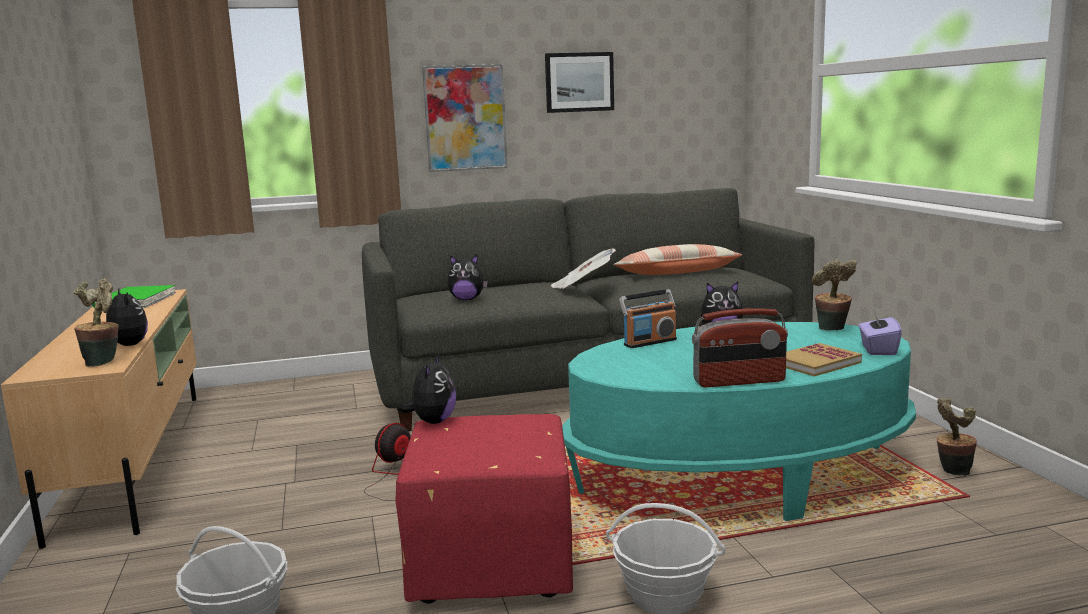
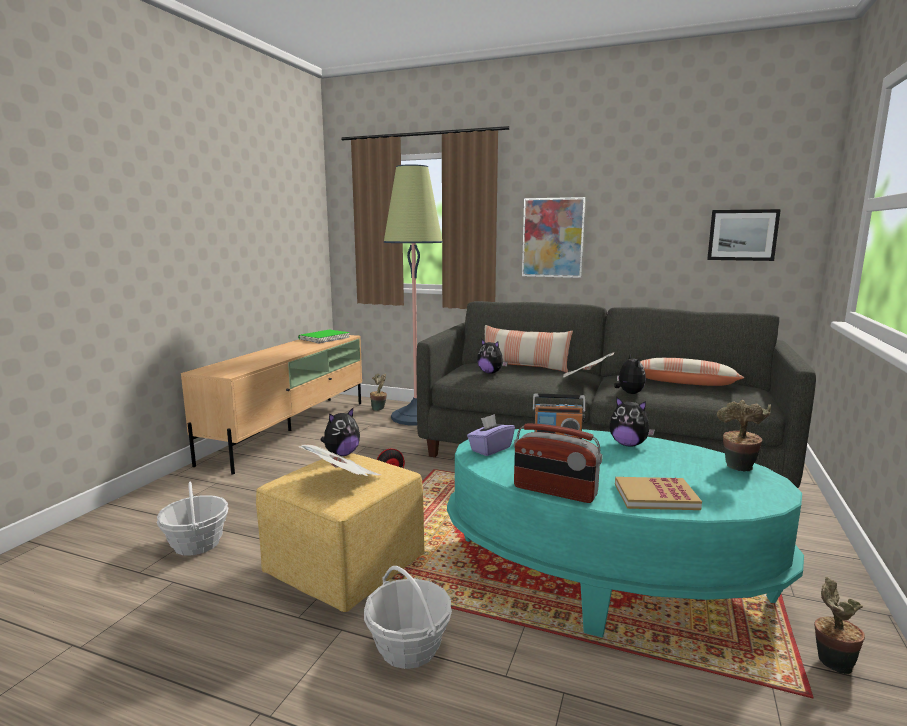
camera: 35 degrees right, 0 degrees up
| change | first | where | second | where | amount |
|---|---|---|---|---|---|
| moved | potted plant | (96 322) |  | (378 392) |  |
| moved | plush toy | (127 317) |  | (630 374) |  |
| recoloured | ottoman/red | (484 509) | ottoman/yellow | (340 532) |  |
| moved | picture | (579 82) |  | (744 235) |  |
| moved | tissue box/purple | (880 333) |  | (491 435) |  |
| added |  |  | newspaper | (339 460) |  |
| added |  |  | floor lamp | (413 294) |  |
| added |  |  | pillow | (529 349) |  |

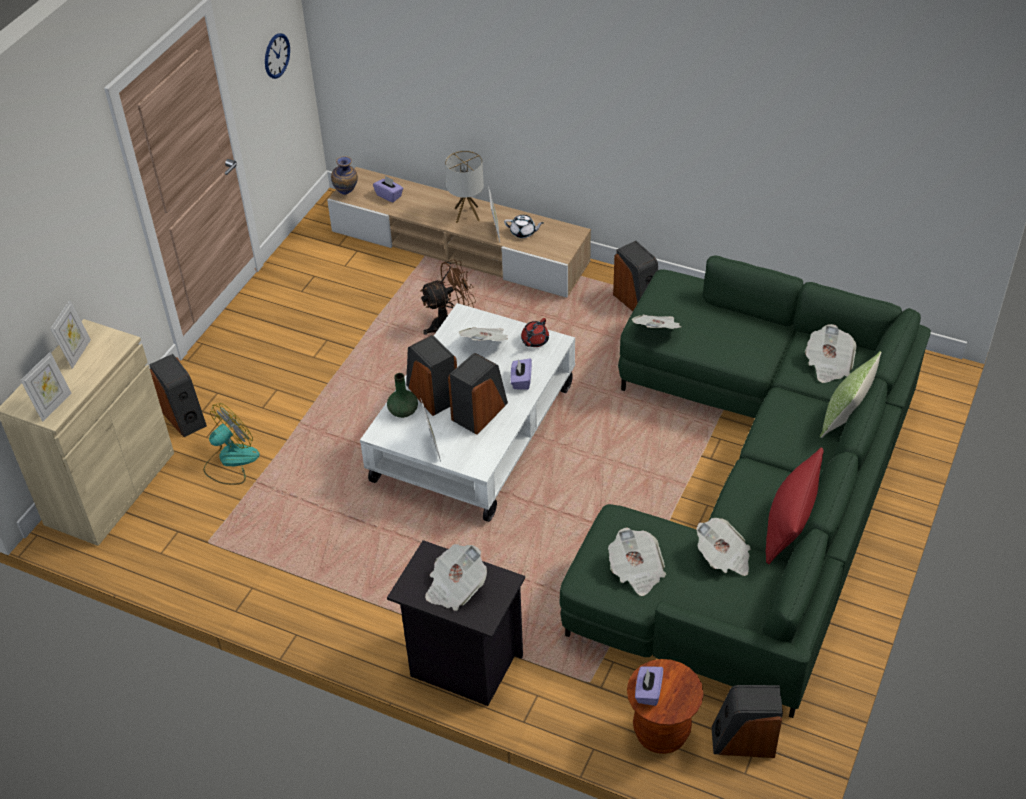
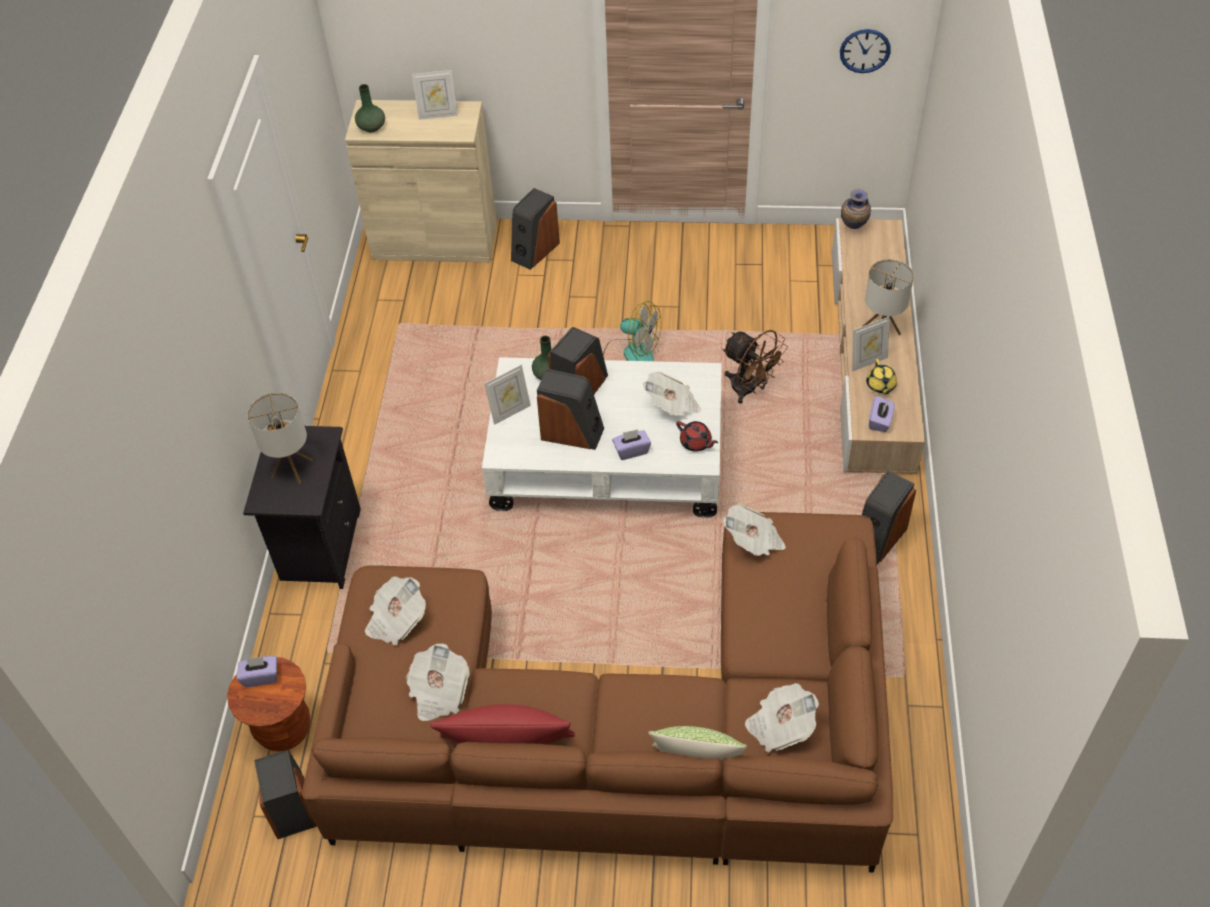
camera: 70 degrees right, 5 degrees up
| change | first | where | second | where | amount |
|---|---|---|---|---|---|
| replaced | picture frame | (45 387) | vase/green | (370 108) |  |
| moved | fan | (231 444) |  | (632 331) |  |
| moved | tissue box/purple | (388 188) |  | (882 414) |  |
| replaced | newspaper | (456 577) | table lamp | (280 438) |  |
| recoloured | teapot/white | (524 226) | teapot/yellow | (881 376) |  |
| turned | teapot/red | (535 332) |  | (697 436) | 150 degrees counterclockwise |
| recoloured | sofa/green | (745 486) | sofa/brown | (597 692) |  |

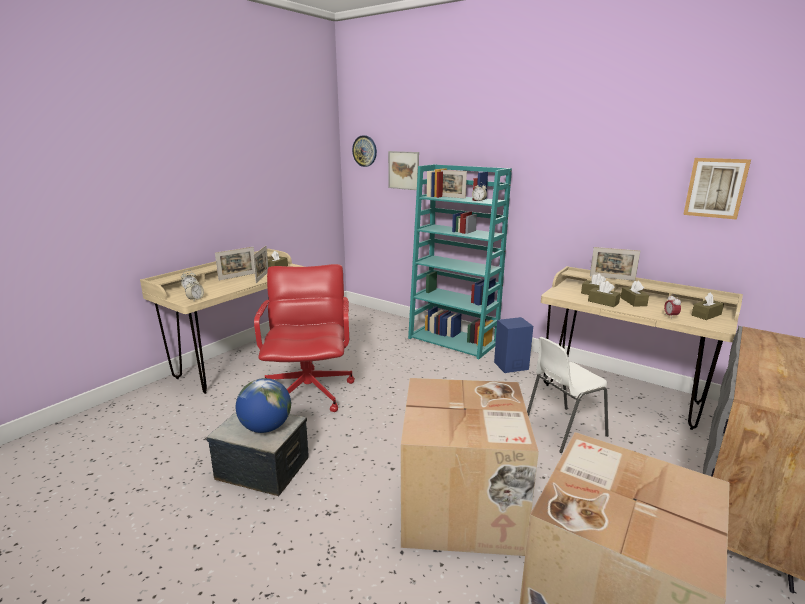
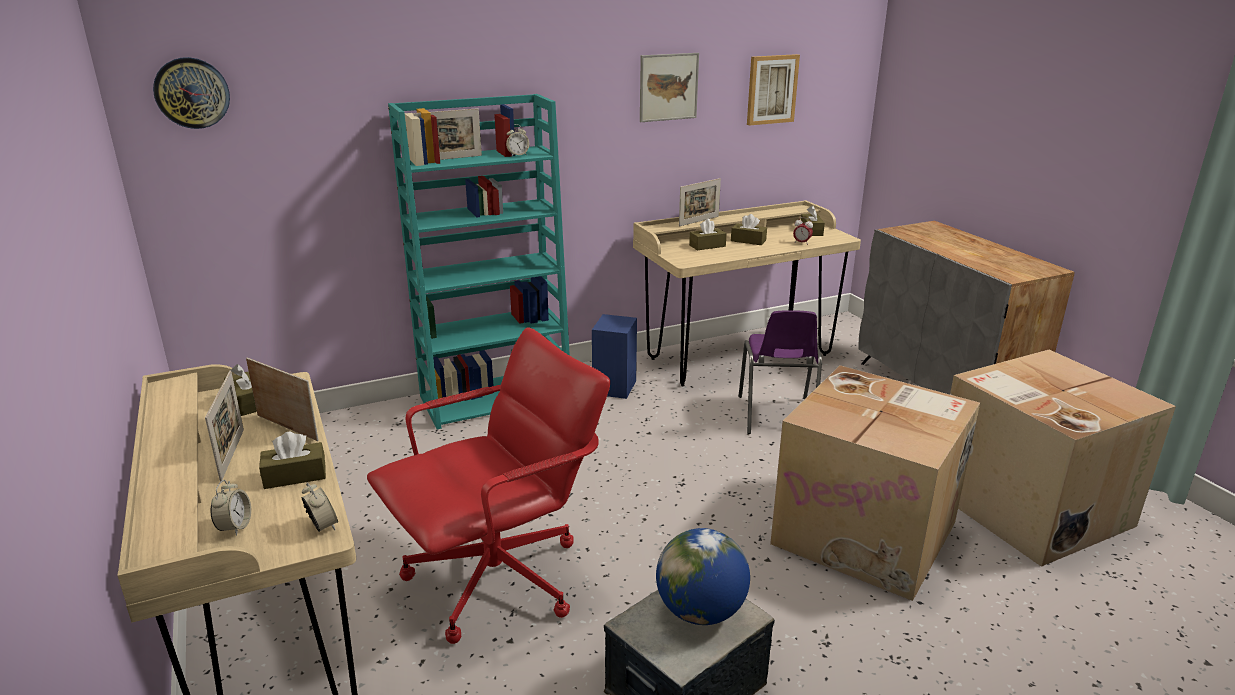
camera: 60 degrees left, 5 degrees up
| change | first | where | second | where | amount |
|---|---|---|---|---|---|
| turned | office chair/red | (304 338) |  | (488 485) | 120 degrees clockwise |
| moved | picture | (403 170) |  | (669 87) |  |
| recoloured | chair/white | (568 395) | chair/purple | (780 372) |  |
| moved | tissue box/brown | (604 294) |  | (292 460) |  |

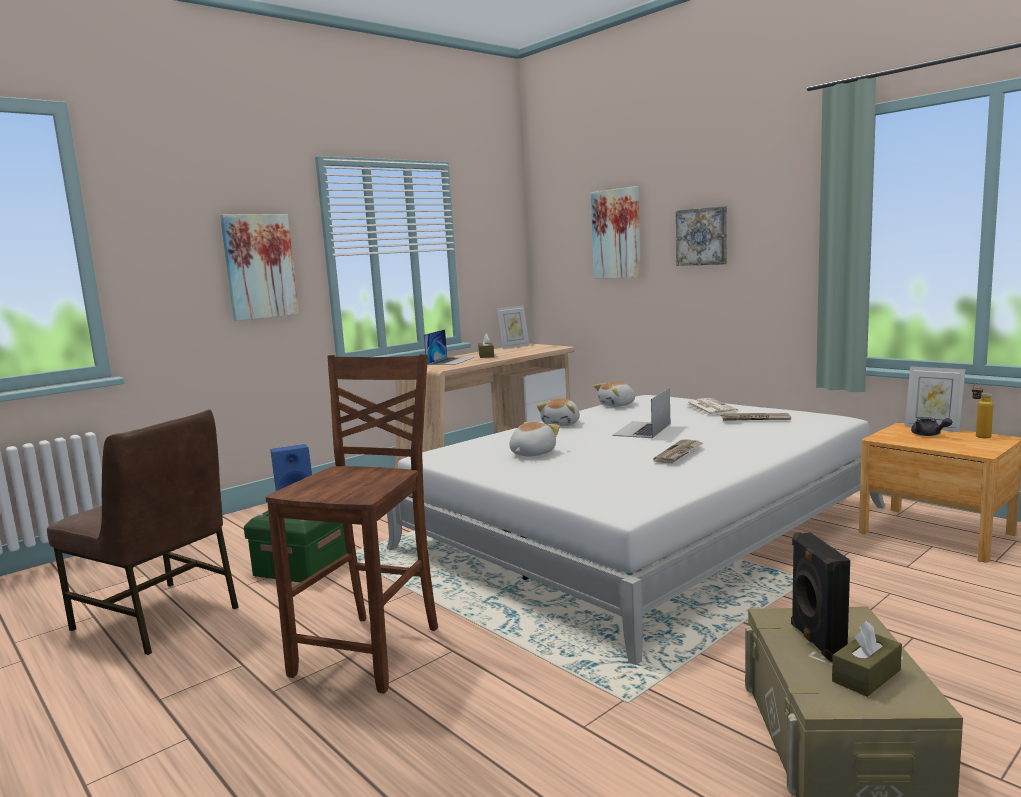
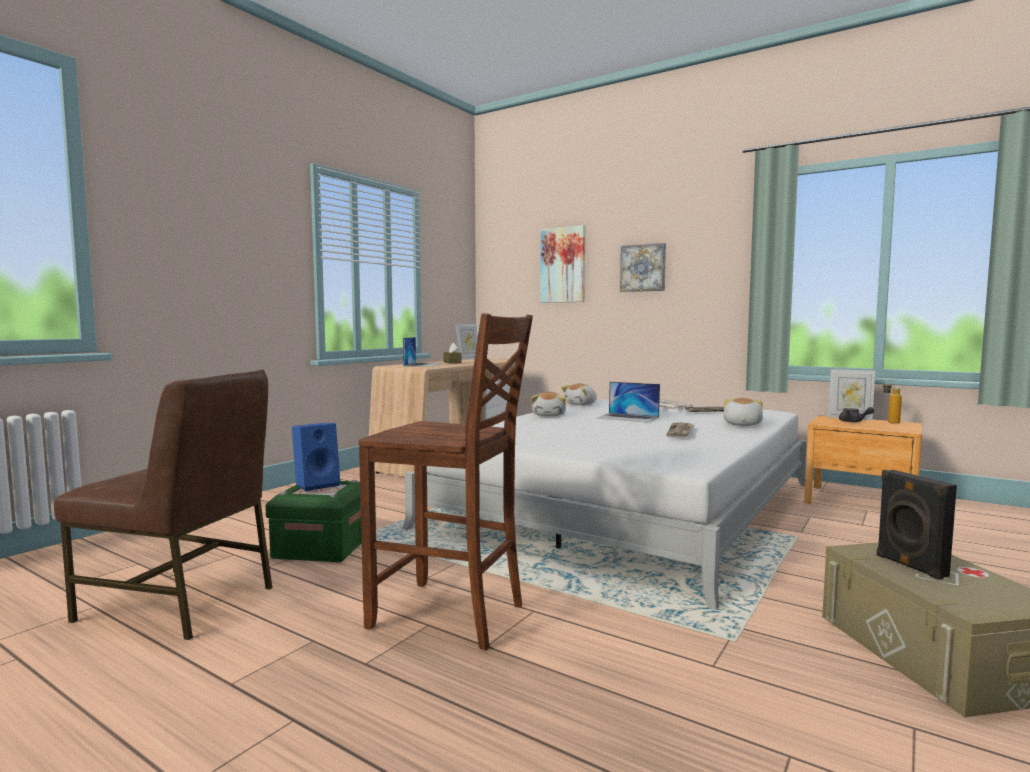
camera: 15 degrees left, 5 degrees down
| change | first | where | second | where | amount |
|---|---|---|---|---|---|
| removed | picture | (259 267) |  |  |  |
| turned | chair/brown | (352 524) |  | (446 482) | 105 degrees clockwise |
| moved | plush toy | (534 439) |  | (743 412) |  |
| turned | laptop | (641 412) |  | (628 402) | 75 degrees counterclockwise |
| removed | tissue box/brown | (867 659) |  |  |  |

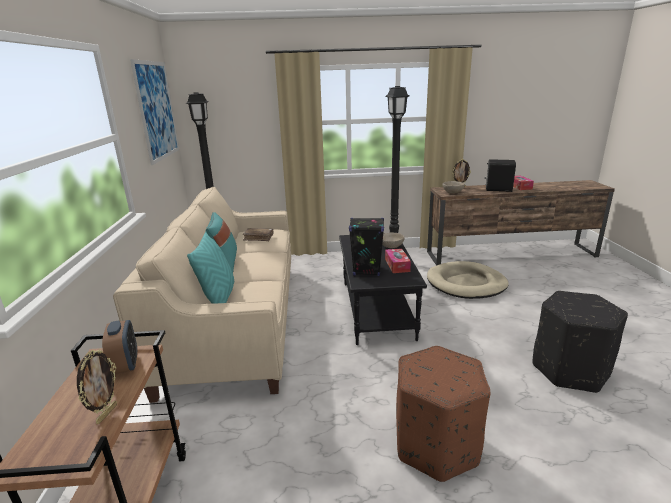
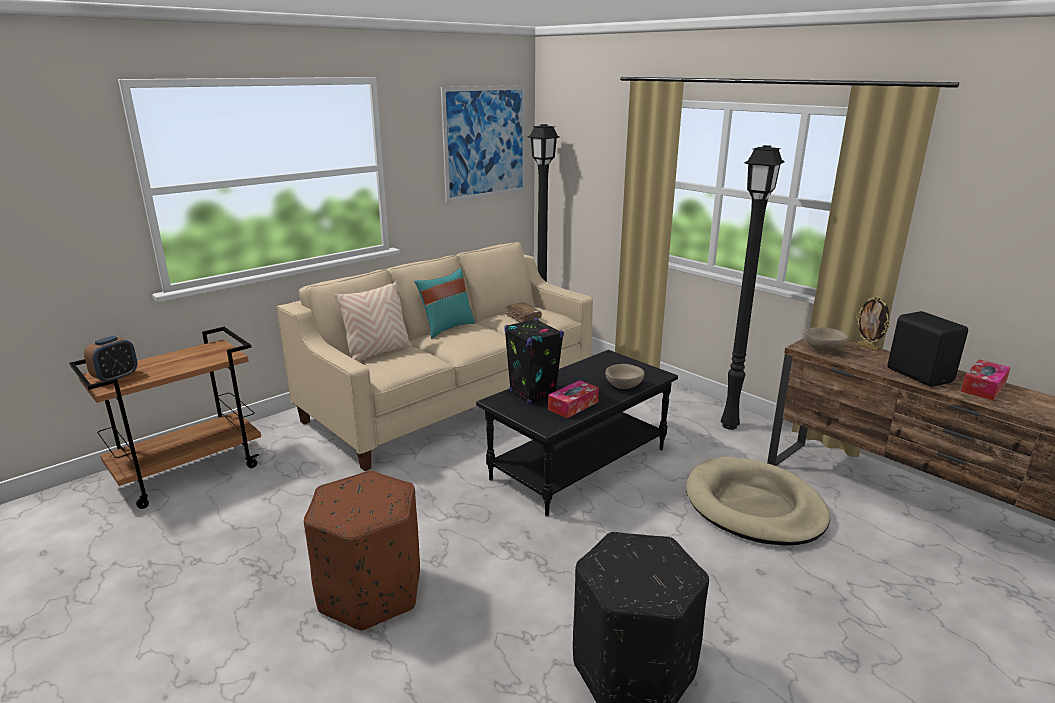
camera: 50 degrees right, 0 degrees up
| change | first | where | second | where | amount |
|---|---|---|---|---|---|
| removed | picture frame | (97 386) |  |  |  |
| moved | alarm clock | (119 347) |  | (110 358) |  |
| recoloured | pillow/turquoise | (210 268) | pillow/beige | (373 322) |  |

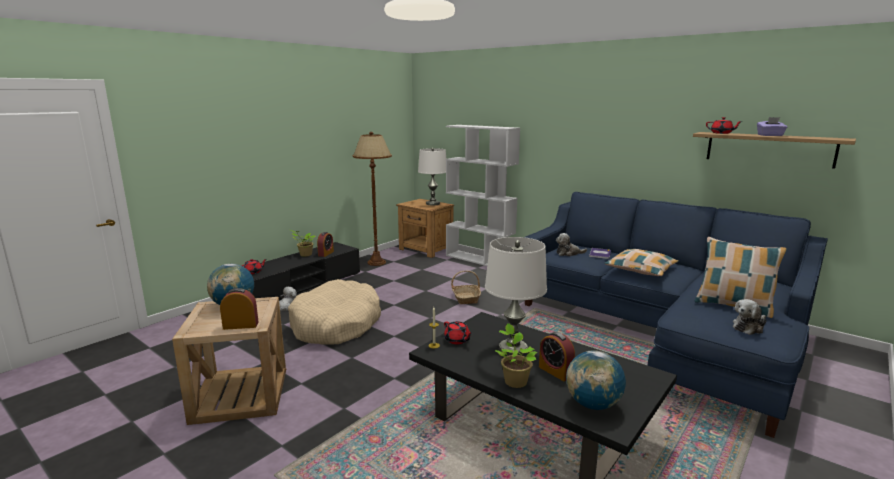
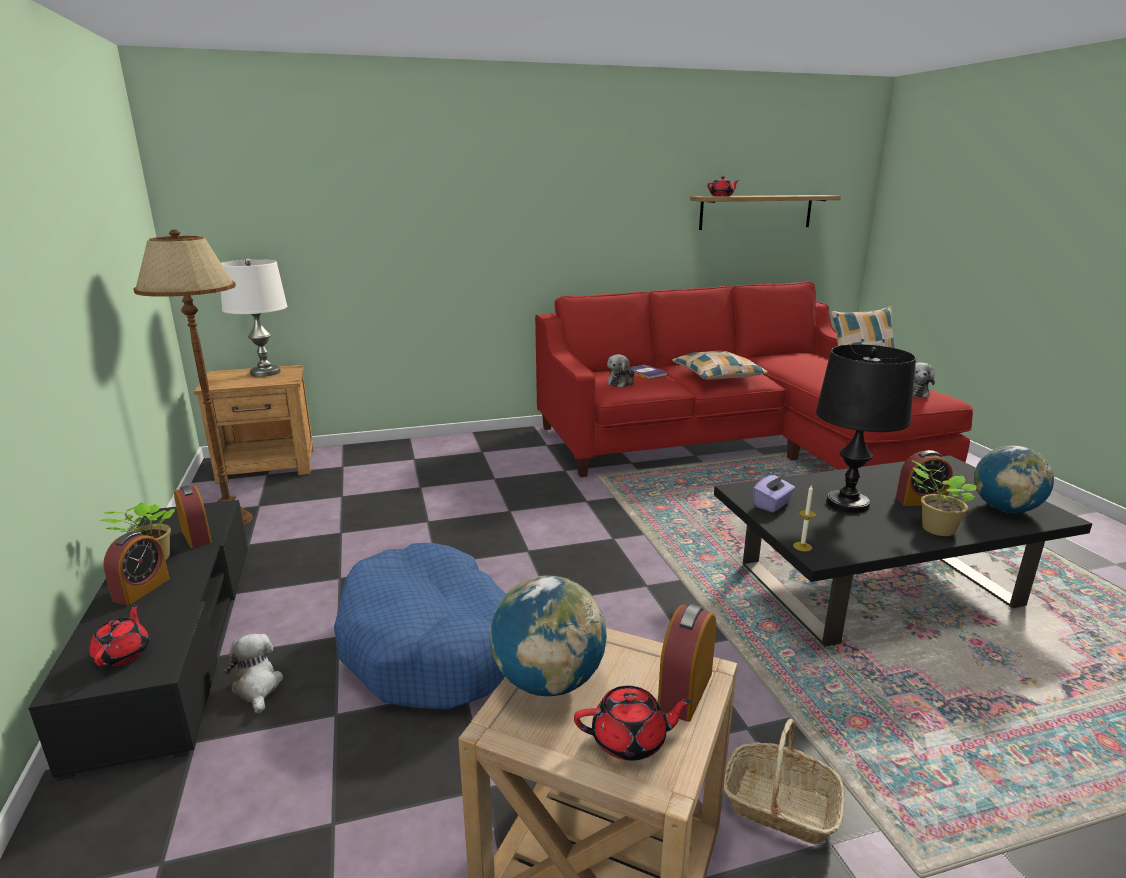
camera: 55 degrees left, 5 degrees up
| change | first | where | second | where | amount |
|---|---|---|---|---|---|
| recoloured | dog bed/beige | (334 312) | dog bed/blue | (420 626) |  |
| moved | teapot/red | (458 332) |  | (633 723) |  |
| removed | bookcase/white | (483 195) |  |  |  |
| moved | basket | (466 287) |  | (784 781) |  |
| recoloured | table lamp/white | (516 296) | table lamp/black | (866 428) |  |
| recoloured | sofa/blue | (676 315) | sofa/red | (754 379) |  |
| moved | tissue box/purple | (772 126) |  | (774 493) |  |
| added |  |  | alarm clock | (136 568) |  |

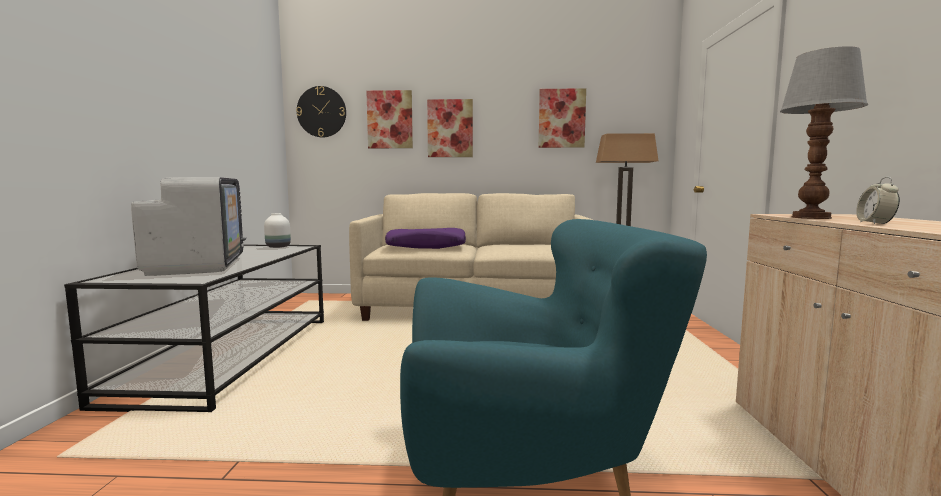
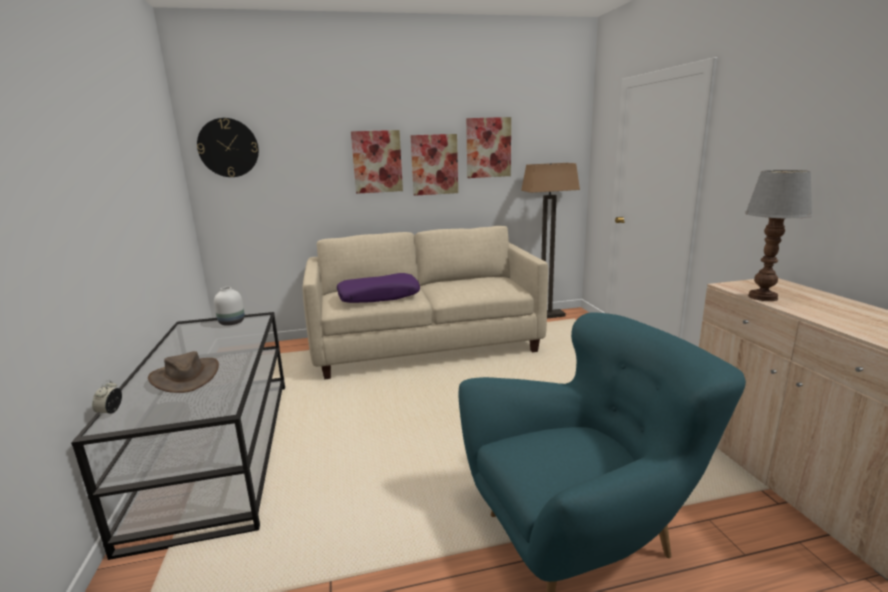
camera: 15 degrees left, 10 degrees up
| change | first | where | second | where | amount |
|---|---|---|---|---|---|
| replaced | television | (188 226) | hat/brown | (183 372) |  |
| moved | picture | (389 119) |  | (434 165) |  |
| moved | alarm clock | (878 200) |  | (107 398) |  |

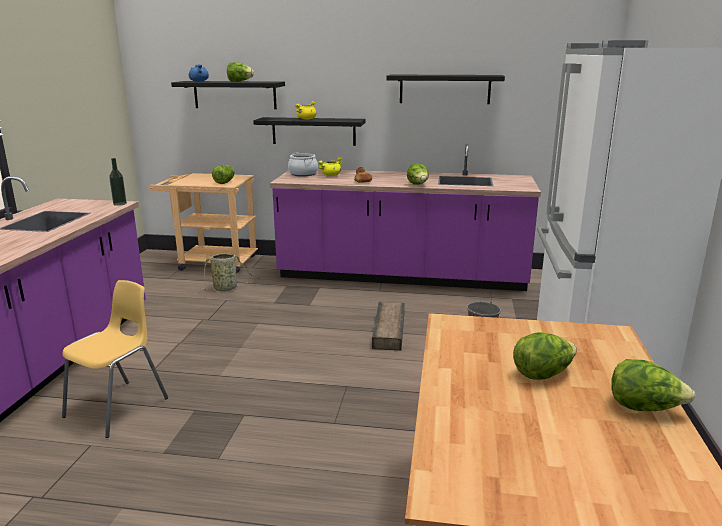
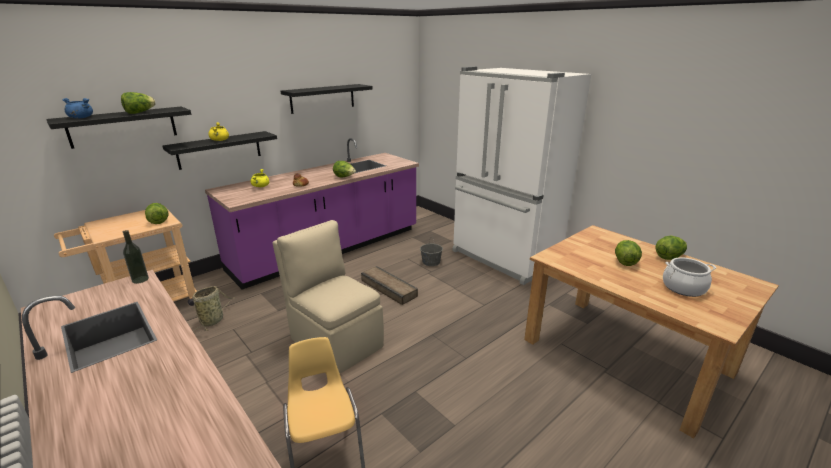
camera: 50 degrees left, 5 degrees up
| change | first | where | second | where | amount |
|---|---|---|---|---|---|
| moved | cooking pot | (303 165) |  | (689 277) |  |
| added |  |  | chair/beige | (328 296) |  |

